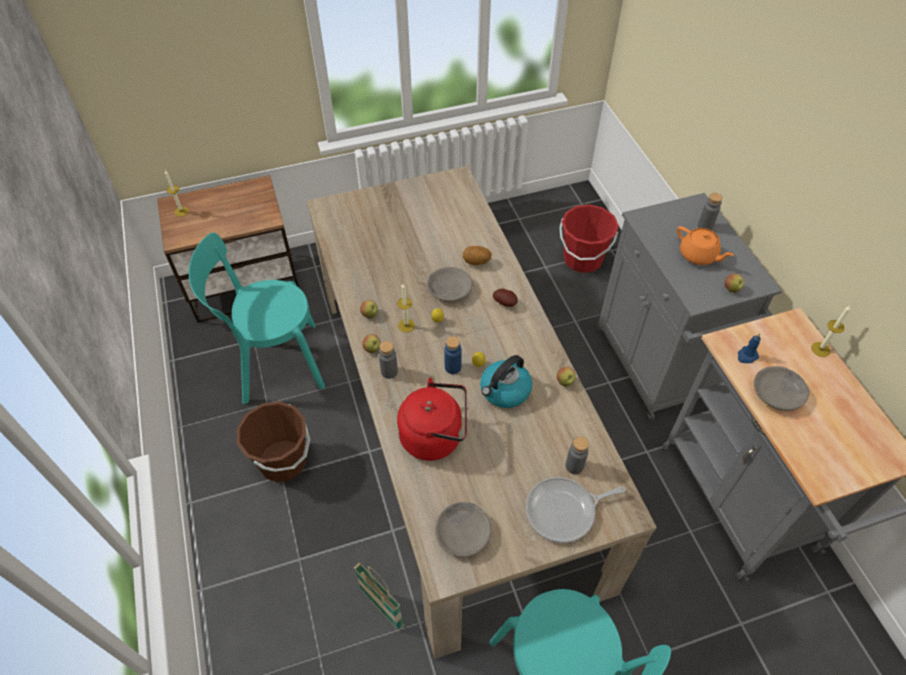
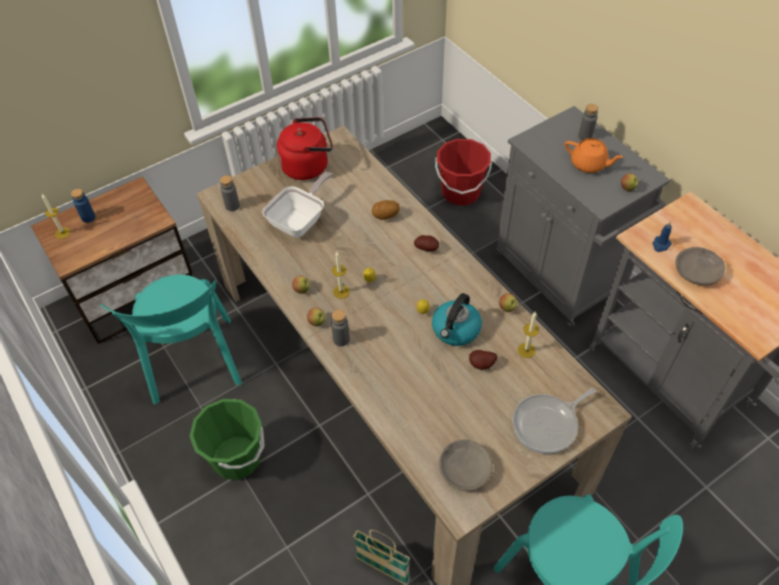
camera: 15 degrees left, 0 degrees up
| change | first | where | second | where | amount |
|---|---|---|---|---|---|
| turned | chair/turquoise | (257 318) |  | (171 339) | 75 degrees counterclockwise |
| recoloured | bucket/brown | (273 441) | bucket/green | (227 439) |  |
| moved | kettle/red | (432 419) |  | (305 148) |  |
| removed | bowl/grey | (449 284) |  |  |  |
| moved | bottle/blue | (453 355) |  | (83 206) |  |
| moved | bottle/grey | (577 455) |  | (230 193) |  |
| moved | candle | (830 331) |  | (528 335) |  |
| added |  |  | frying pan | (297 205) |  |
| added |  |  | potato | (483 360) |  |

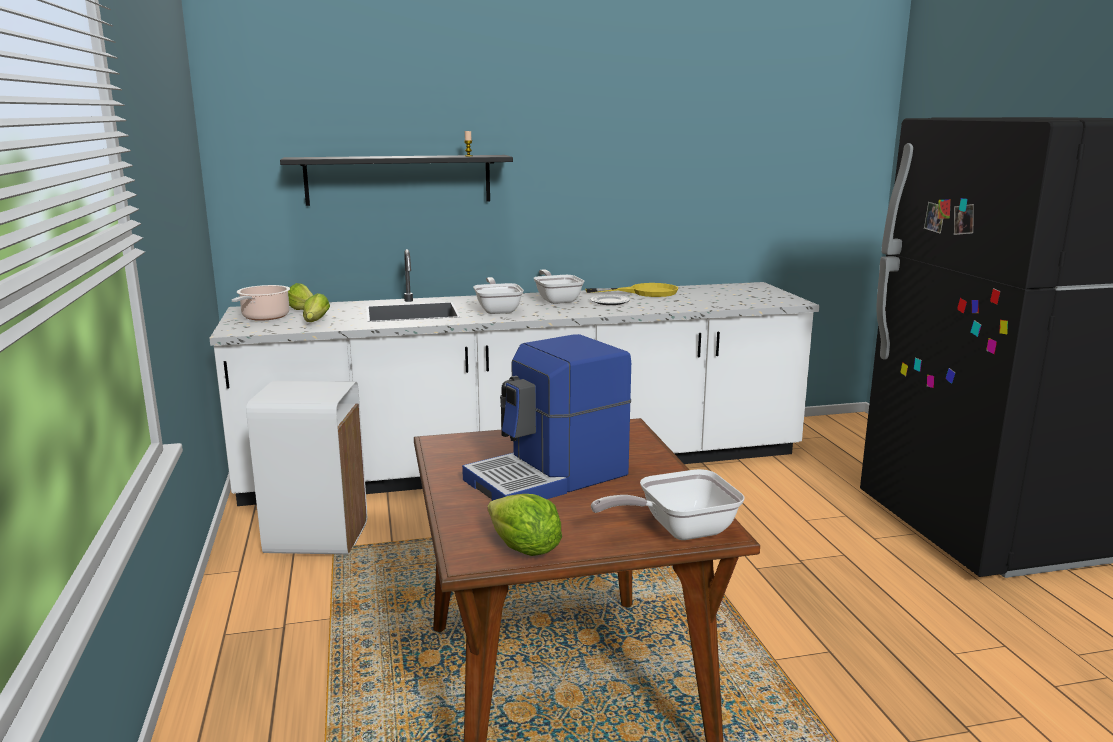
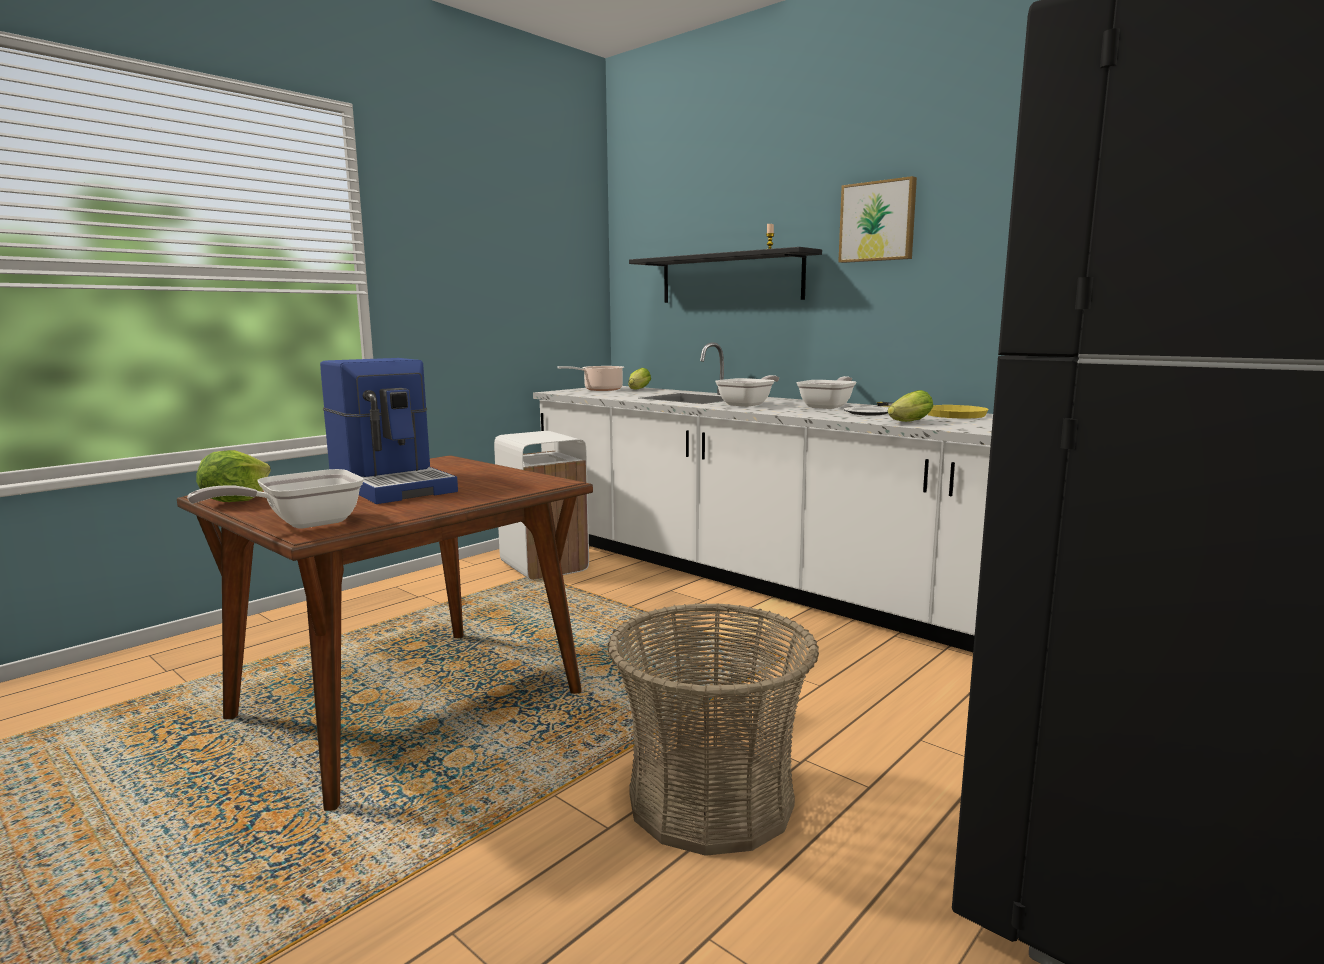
camera: 55 degrees right, 5 degrees down
| change | first | where | second | where | amount |
|---|---|---|---|---|---|
| moved | lettuce | (316 307) |  | (910 406) |  |
| turned | coffee machine | (546 417) |  | (389 431) | 150 degrees counterclockwise |
| turned | frying pan | (668 504) |  | (275 499) | 75 degrees counterclockwise |
| added |  |  | basket | (713 729) |  |
| added |  |  | picture | (877 219) |  |

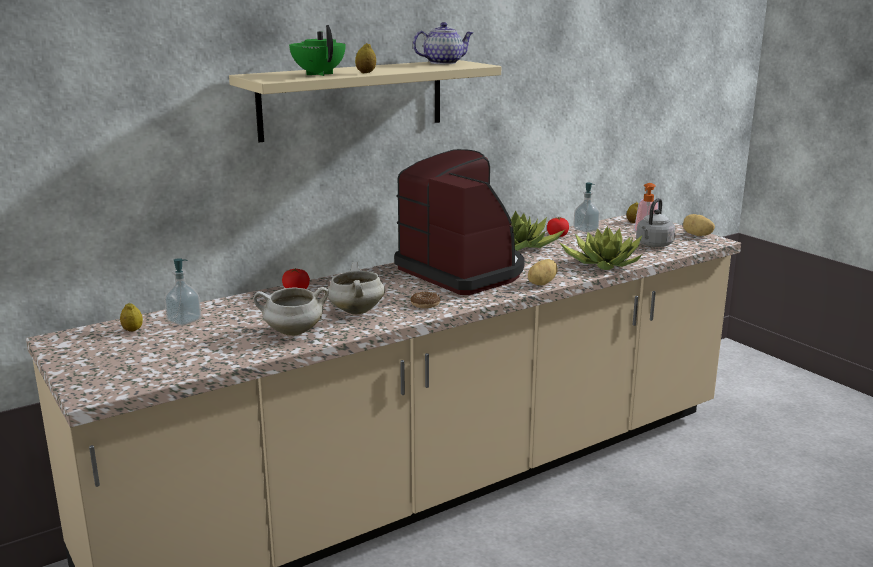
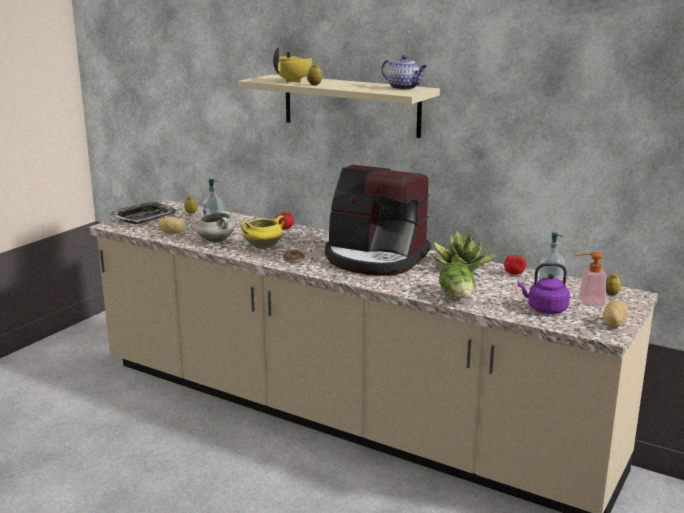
camera: 65 degrees right, 0 degrees up
| change | first | where | second | where | amount |
|---|---|---|---|---|---|
| recoloured | teapot/green | (317 50) | teapot/yellow | (292 65) |  |
| recoloured | cooking pot/white | (356 288) | cooking pot/yellow | (263 232) |  |
| turned | coffee machine | (459 222) |  | (378 220) | 90 degrees clockwise |
| moved | potato | (543 272) |  | (172 226) |  |
| replaced | potted plant | (601 248) | lettuce | (457 280) |  |
| recoloured | kettle/grey | (655 222) | kettle/purple | (544 288) |  |
| added |  |  | tray | (143 213) |  |

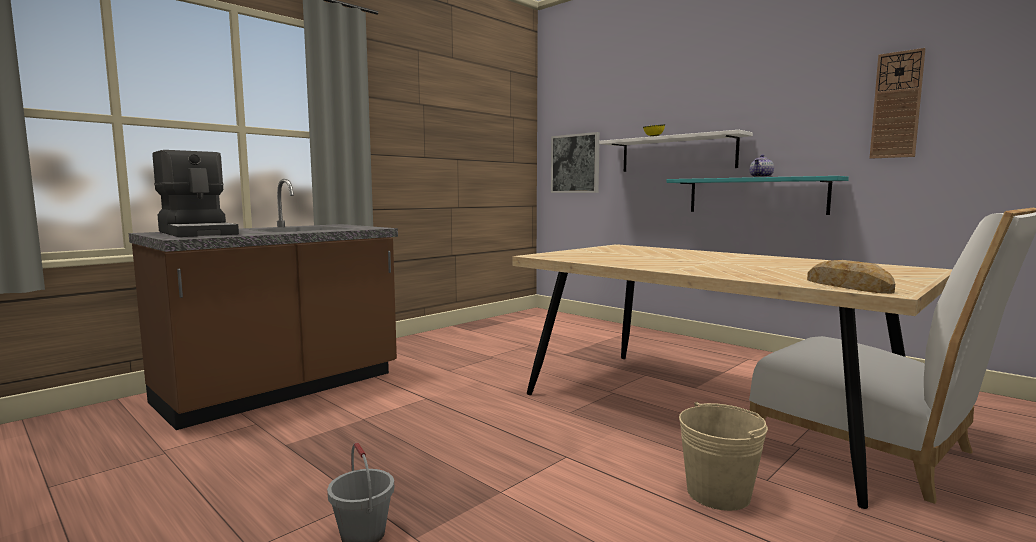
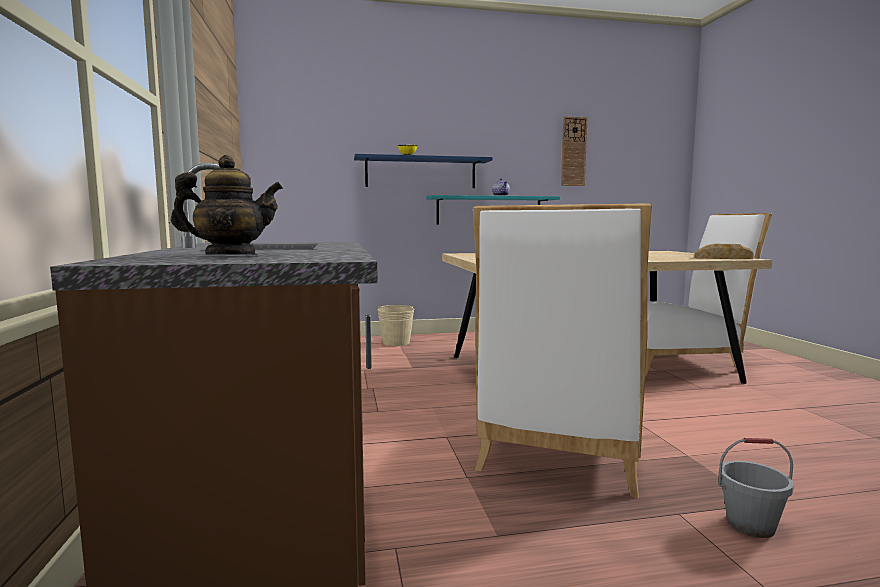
camera: 55 degrees left, 0 degrees up
| change | first | where | second | where | amount |
|---|---|---|---|---|---|
| replaced | coffee machine | (196 193) | teapot | (227 205) |  |
| removed | picture | (575 162) |  |  |  |
| recoloured | shelf/white | (676 151) | shelf/blue | (423 171) |  |
| moved | bucket/beige | (723 456) |  | (395 325) |  |
| added |  |  | chair/white | (562 350) |  |

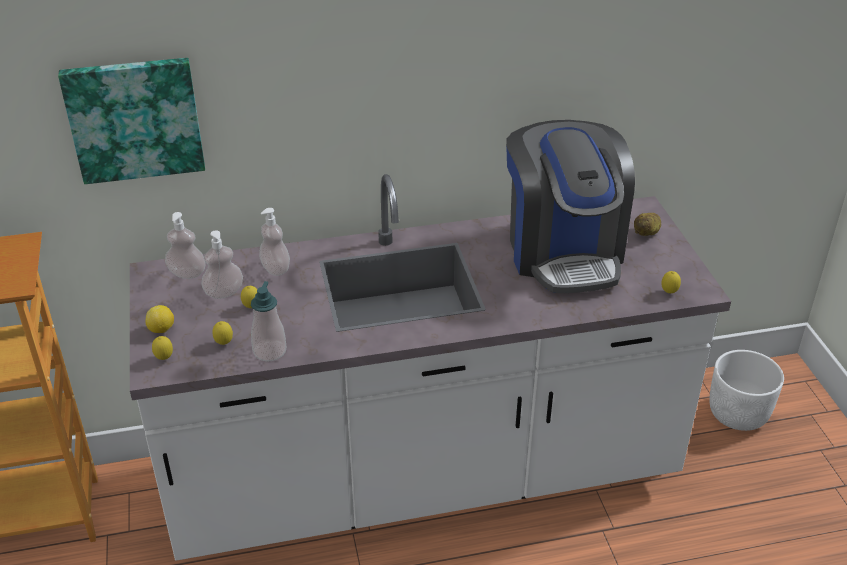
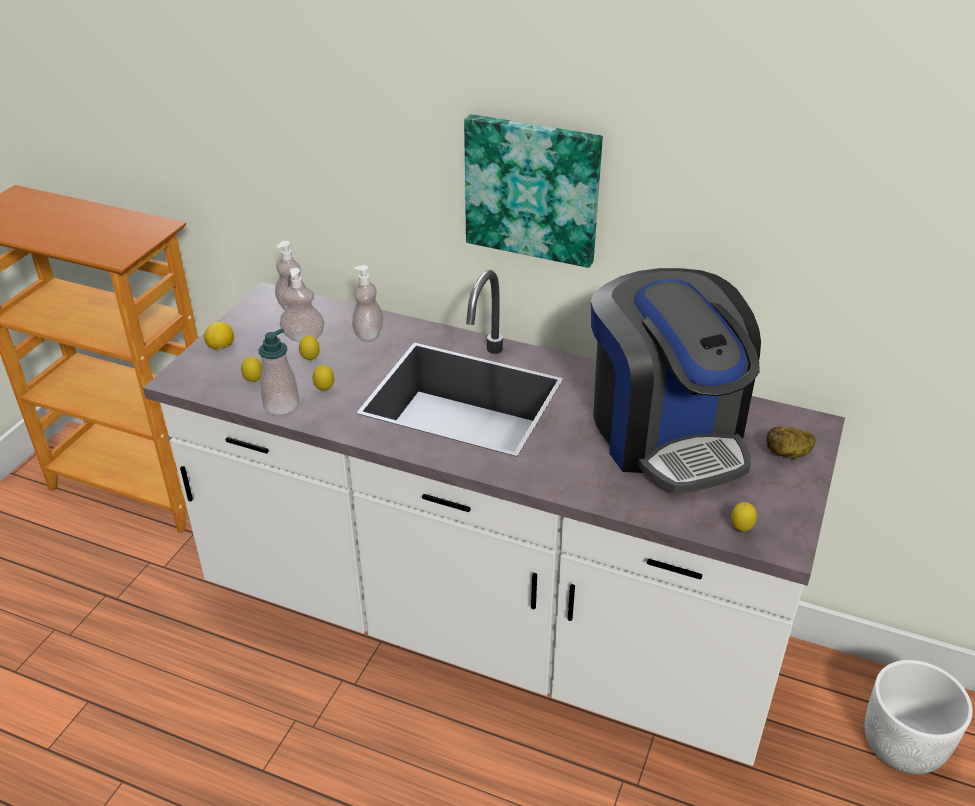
camera: 35 degrees right, 0 degrees up
| change | first | where | second | where | amount |
|---|---|---|---|---|---|
| moved | picture | (131 121) |  | (533 191) |  |
| moved | lemon | (162 348) |  | (323 378) |  |
| turned | coffee machine | (570 206) |  | (676 380) | 45 degrees counterclockwise |

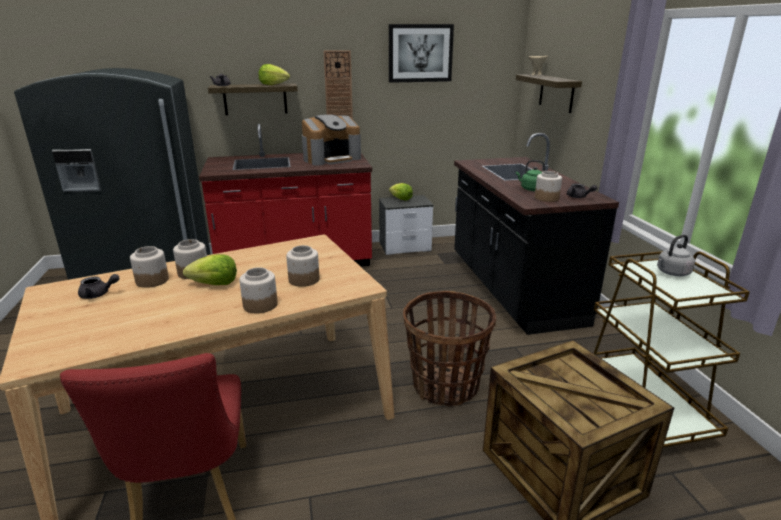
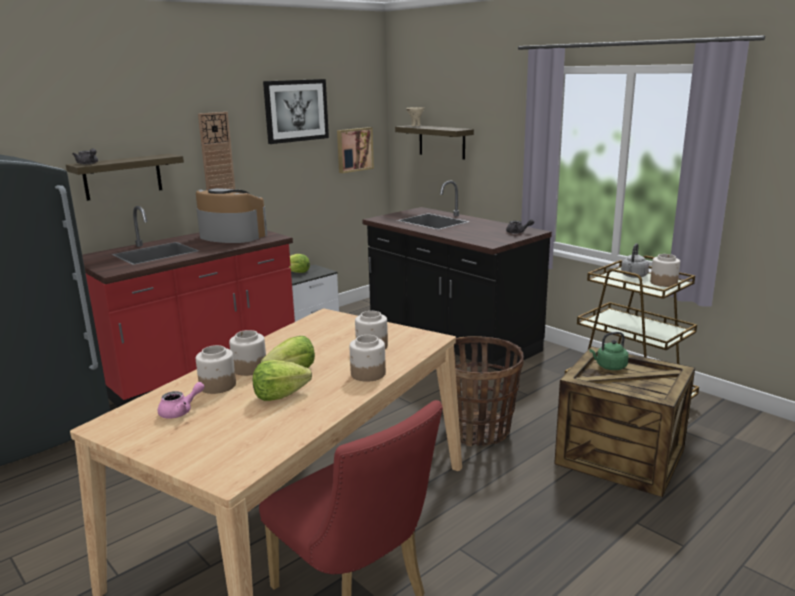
camera: 30 degrees left, 5 degrees down
| change | first | where | second | where | amount |
|---|---|---|---|---|---|
| recoloured | teapot/grey | (99 286) | teapot/pink | (181 400) |  |
| moved | lettuce | (274 74) |  | (282 380) |  |
| turned | coffee machine | (331 139) |  | (231 215) | 90 degrees counterclockwise |
| moved | kettle/green | (530 175) |  | (609 351) |  |
| moved | jar | (548 186) |  | (665 270) |  |
| added |  |  | picture | (355 150) |  |

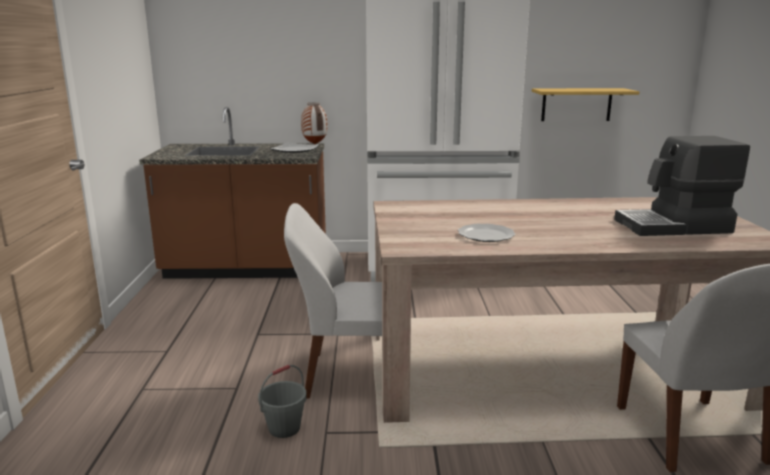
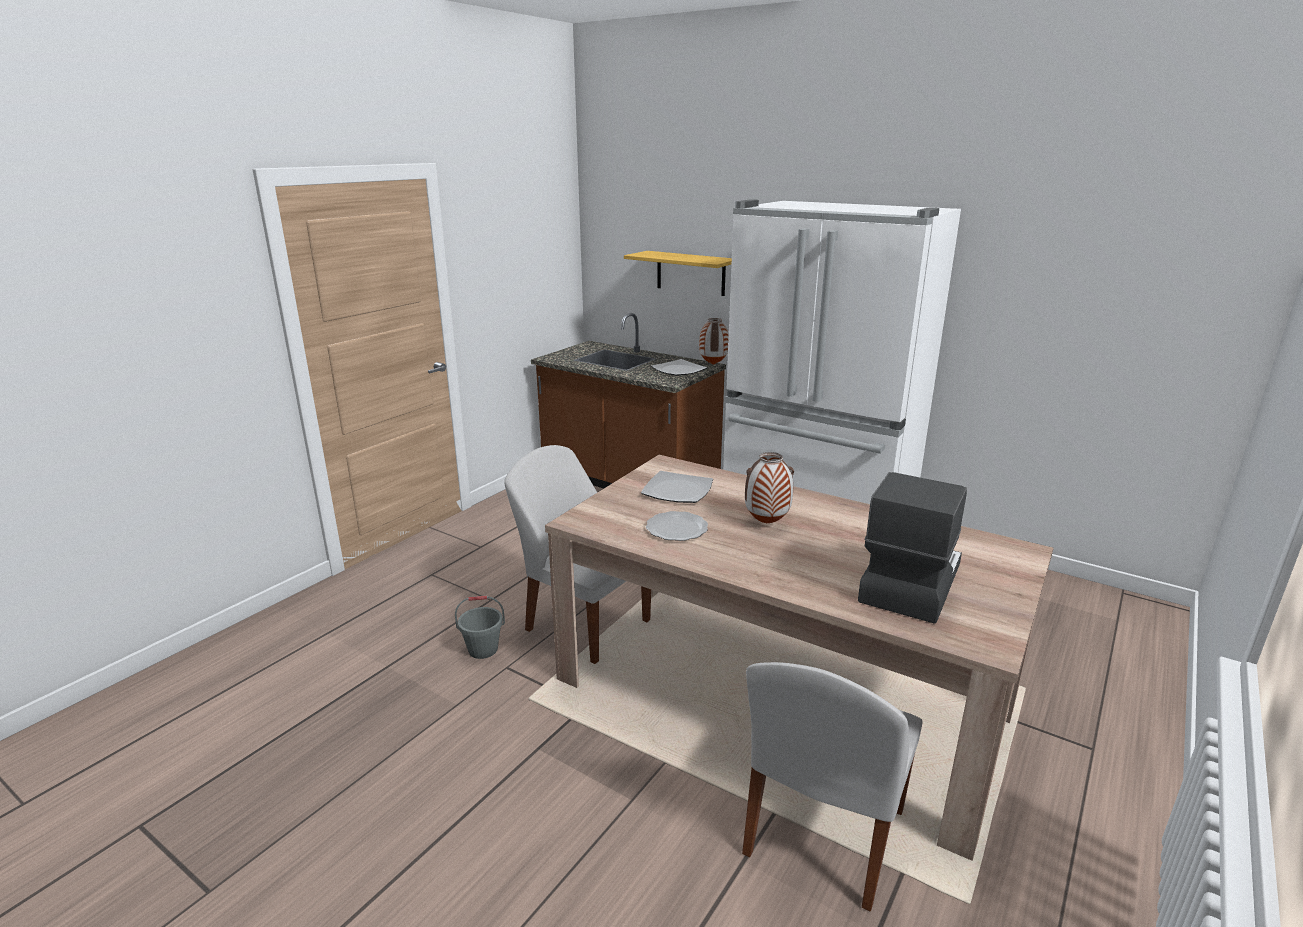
camera: 35 degrees right, 5 degrees up
| change | first | where | second | where | amount |
|---|---|---|---|---|---|
| moved | shelf | (586 104) |  | (678 273) |  |
| turned | coffee machine | (682 186) |  | (912 548) | 90 degrees clockwise |
| added |  |  | plate | (677 487) |  |
| added |  |  | vase | (769 488) |  |

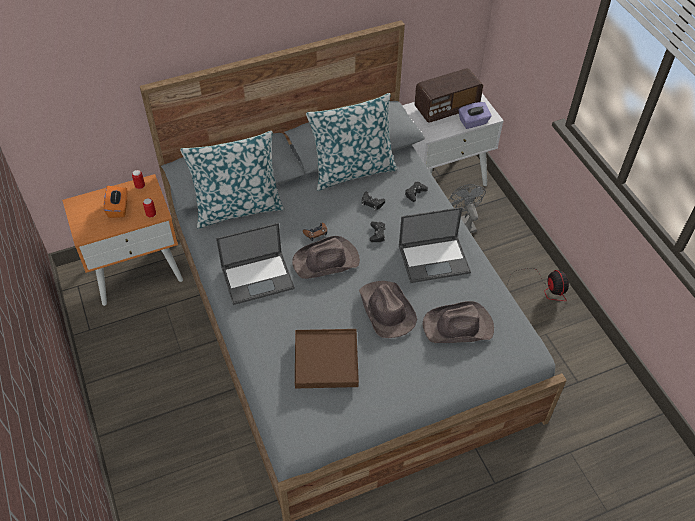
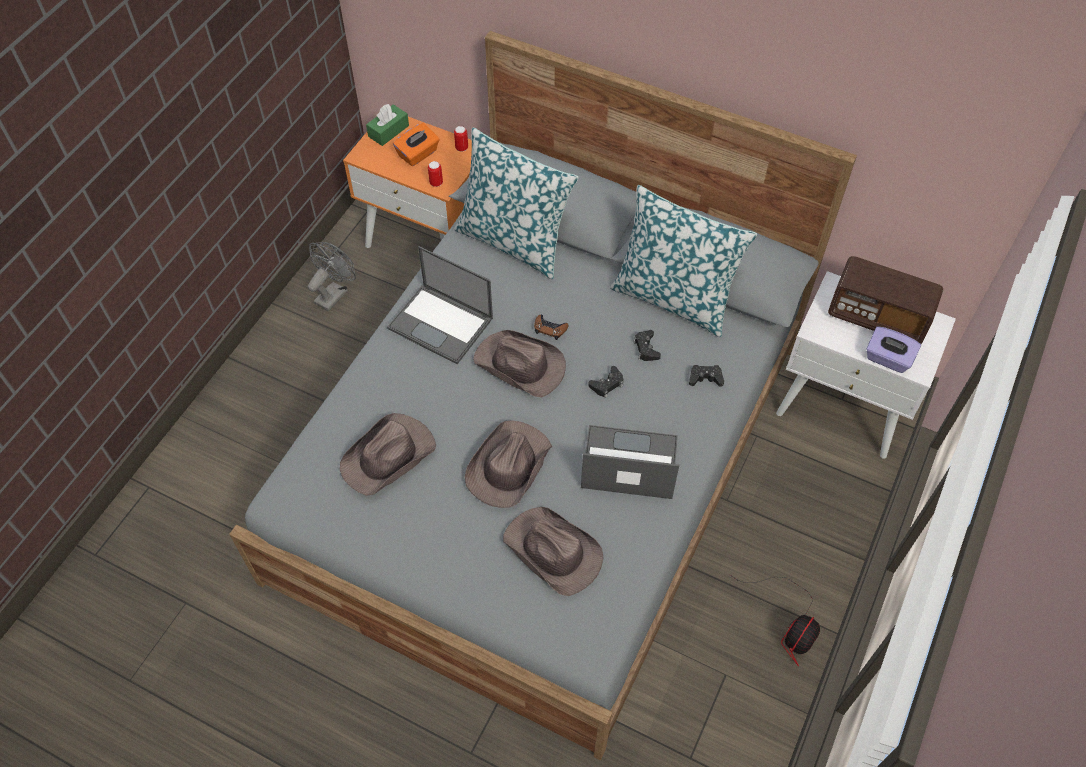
camera: 50 degrees right, 5 degrees up
| change | first | where | second | where | amount |
|---|---|---|---|---|---|
| replaced | tray/brown | (327 359) | hat/brown | (388 454) |  |
| turned | laptop | (435 245) |  | (630 462) | 150 degrees clockwise |
| moved | fan/grey | (467 208) |  | (332 276) |  |
| added |  |  | tissue box/green | (387 125) |  |

